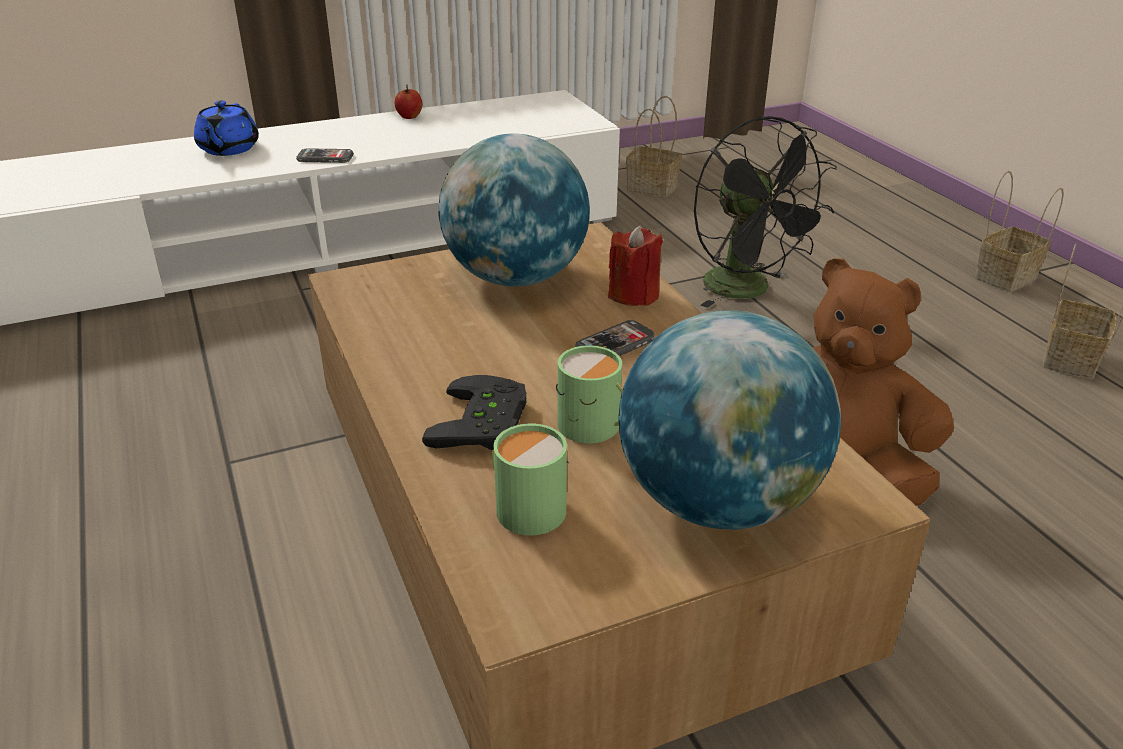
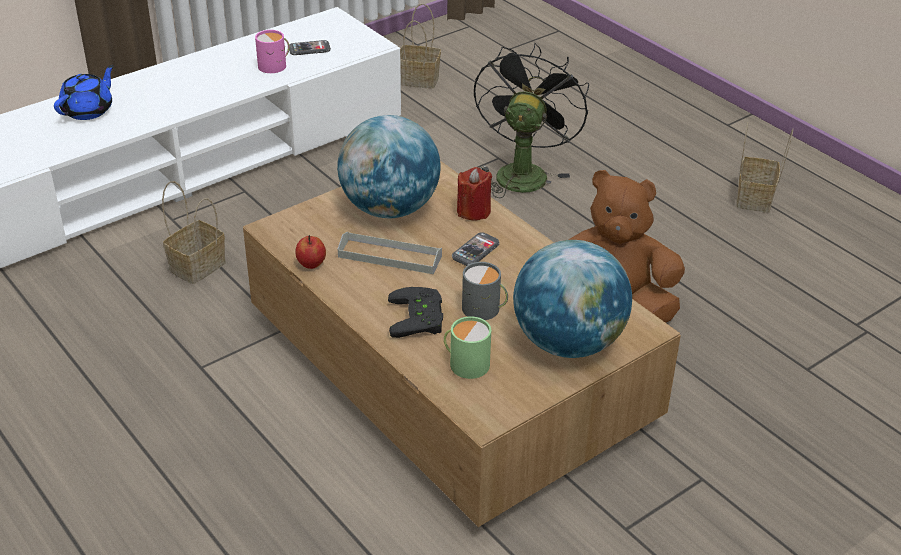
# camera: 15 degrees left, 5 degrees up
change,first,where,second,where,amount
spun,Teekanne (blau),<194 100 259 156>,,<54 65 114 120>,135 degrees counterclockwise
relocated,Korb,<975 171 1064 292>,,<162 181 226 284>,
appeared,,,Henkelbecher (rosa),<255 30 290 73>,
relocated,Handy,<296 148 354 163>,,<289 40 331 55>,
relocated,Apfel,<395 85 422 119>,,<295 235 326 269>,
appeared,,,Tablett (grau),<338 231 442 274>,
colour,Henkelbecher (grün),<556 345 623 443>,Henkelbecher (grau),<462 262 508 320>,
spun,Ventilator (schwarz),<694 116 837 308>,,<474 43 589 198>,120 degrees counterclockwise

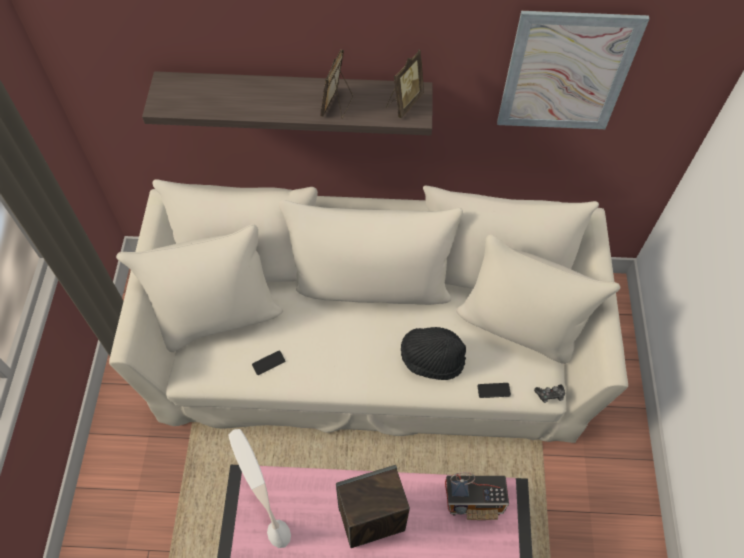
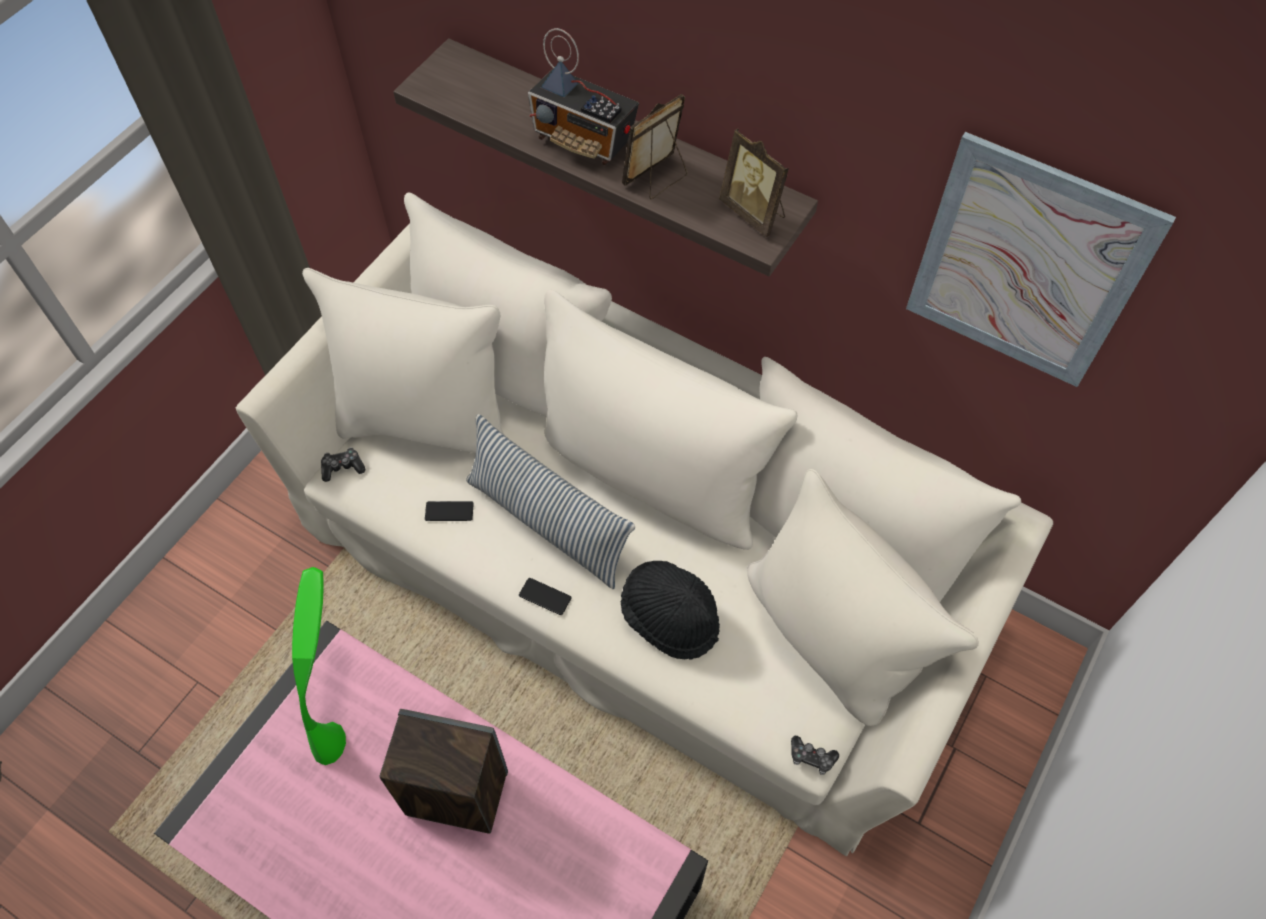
# camera: 30 degrees right, 0 degrees up
change,first,where,second,where,amount
colour,Tischlampe (weiß),<228 429 291 548>,Tischlampe (grün),<292 567 346 765>,
appeared,,,Gamepad,<321 448 366 482>,
appeared,,,Kissen,<466 414 635 589>,
relocated,Handy,<477 383 511 398>,,<519 578 571 615>,
relocated,Radio,<445 472 509 520>,,<528 28 639 165>,
spun,Bilderrahmen,<386 50 424 118>,,<719 129 789 237>,75 degrees clockwise

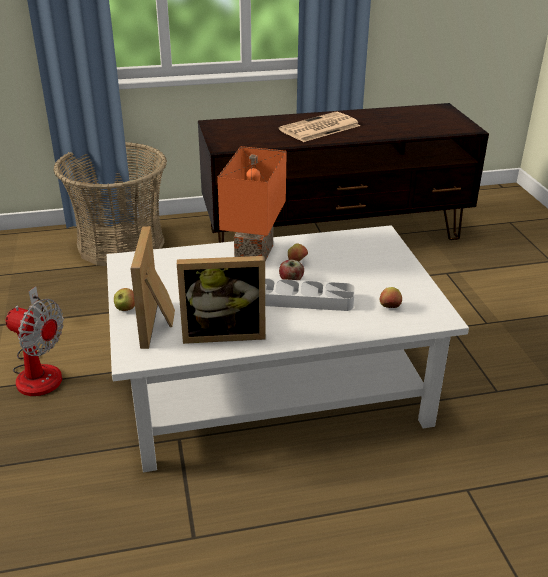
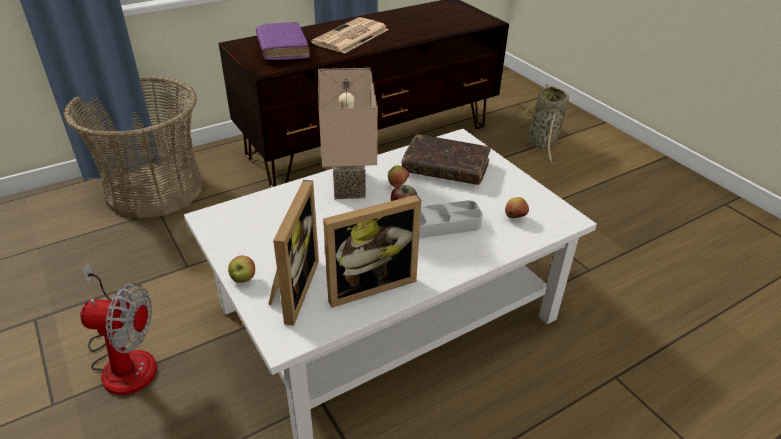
# camera: 20 degrees left, 5 degrees up
change,first,where,second,where,amount
appeared,,,Buch (lila),<256 22 310 60>,
spun,Bilderrahmen,<131 226 175 349>,,<268 180 319 326>,150 degrees counterclockwise
colour,Tischlampe (orange),<217 146 287 261>,Tischlampe (beige),<318 68 378 199>,
appeared,,,Buch (braun),<402 134 491 185>,
appeared,,,Korb,<519 84 569 165>,

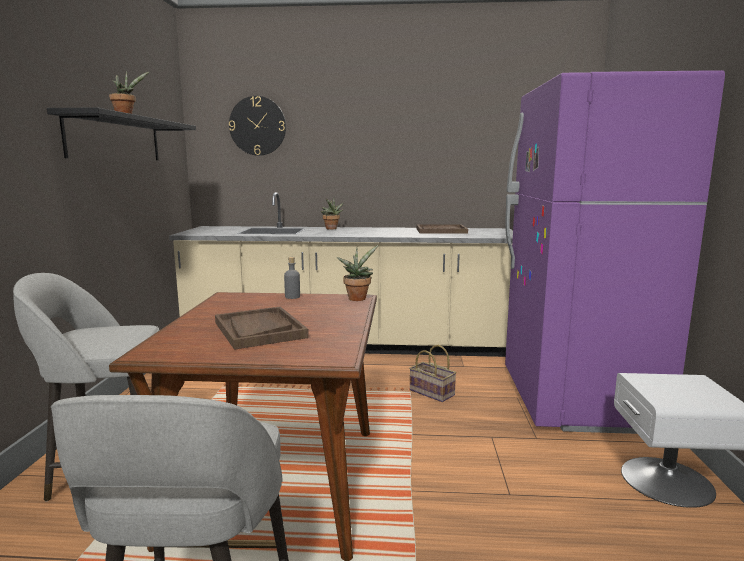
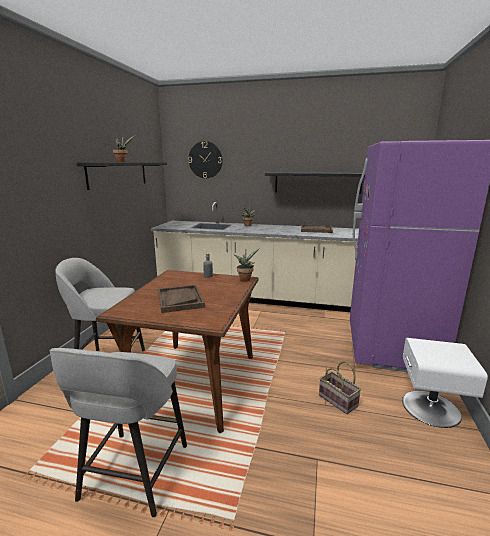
# camera: 10 degrees right, 5 degrees up
change,first,where,second,where,amount
appeared,,,Wandregal (schwarz),<265 172 365 194>,
relocated,Korb,<409 345 457 402>,,<319 361 361 414>,

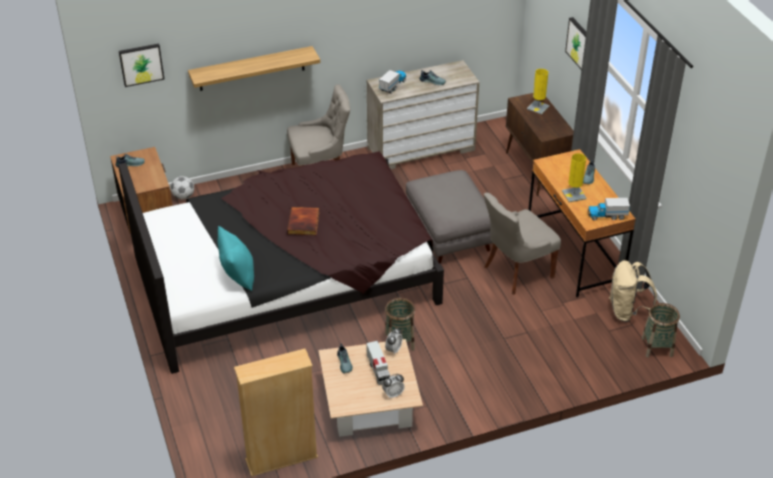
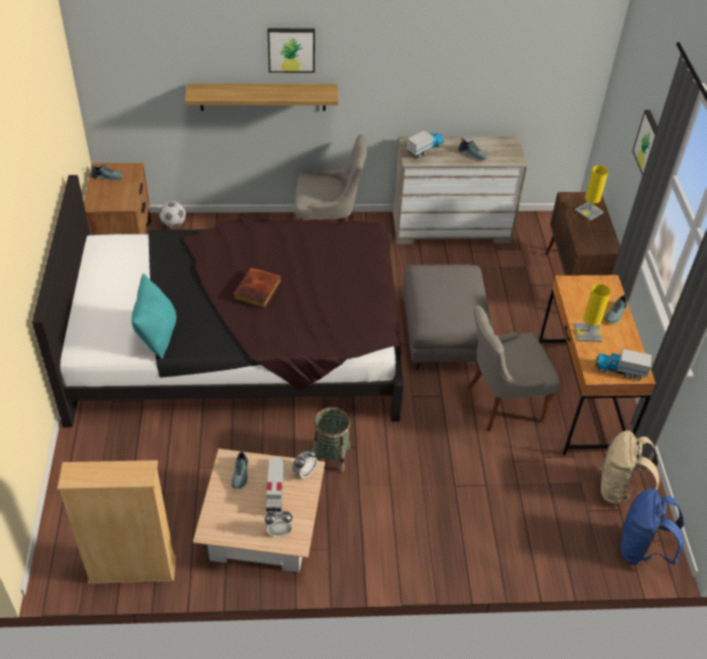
# camera: 15 degrees right, 5 degrees up
change,first,where,second,where,amount
relocated,Bild,<119 44 165 87>,,<268 28 315 73>,
exchanged,Korb,<642 303 680 357>,Rucksack (blau),<621 488 684 565>,

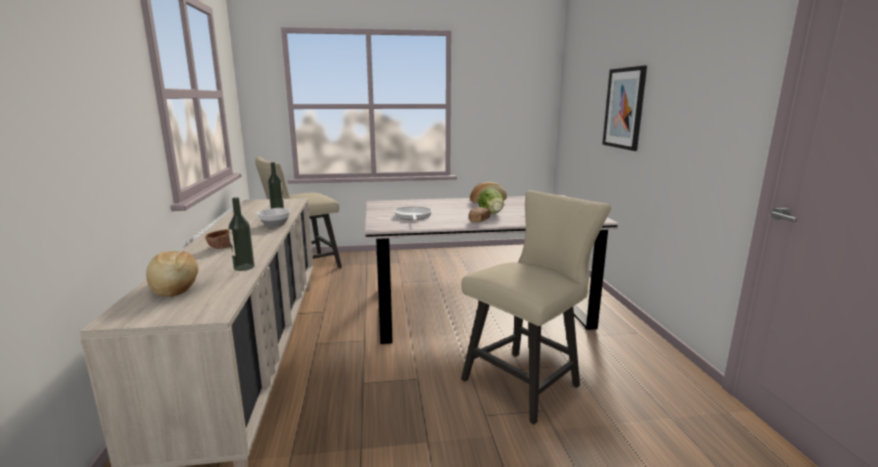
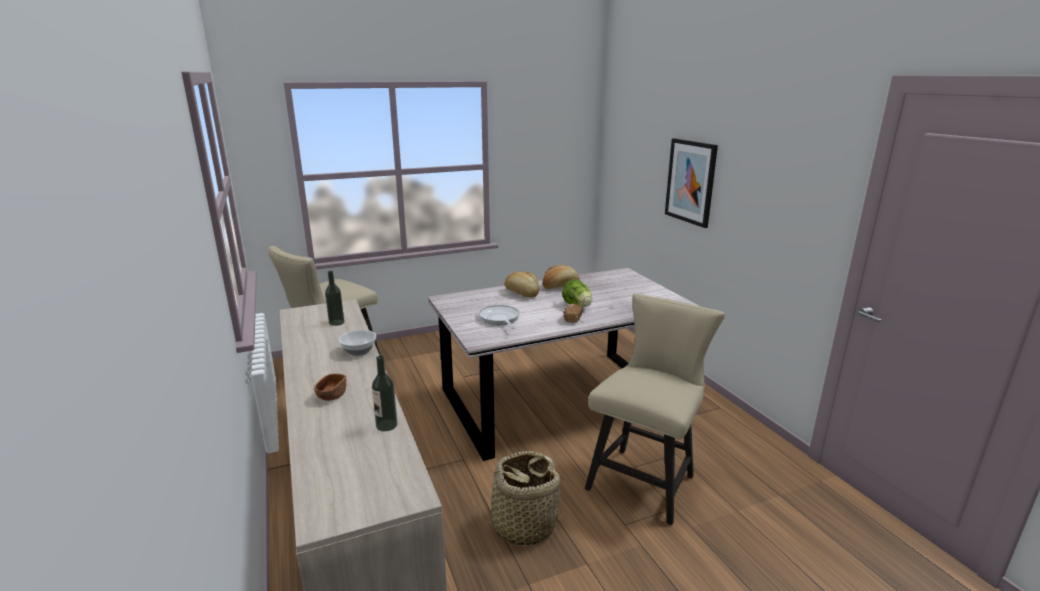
# camera: 15 degrees left, 5 degrees up
change,first,where,second,where,amount
appeared,,,Korb,<475 451 566 546>,
relocated,Brot,<146 251 199 297>,,<505 271 539 298>,

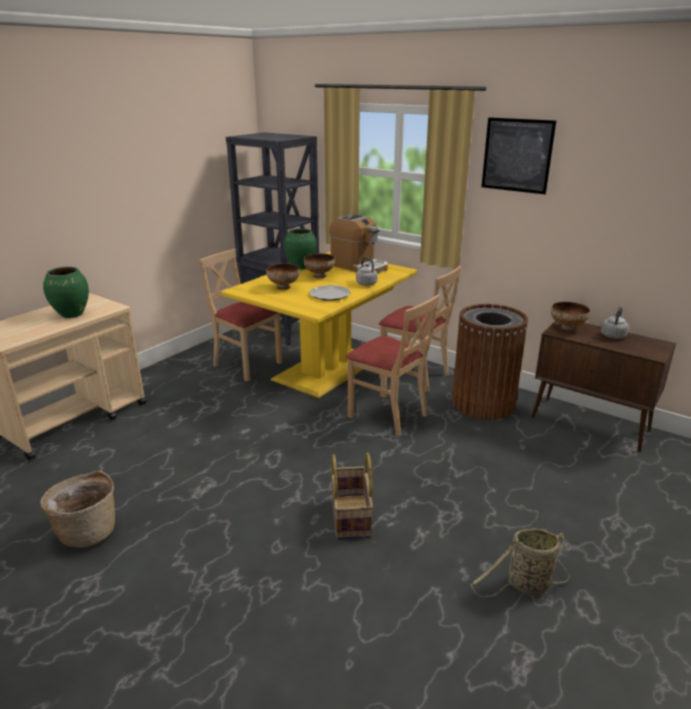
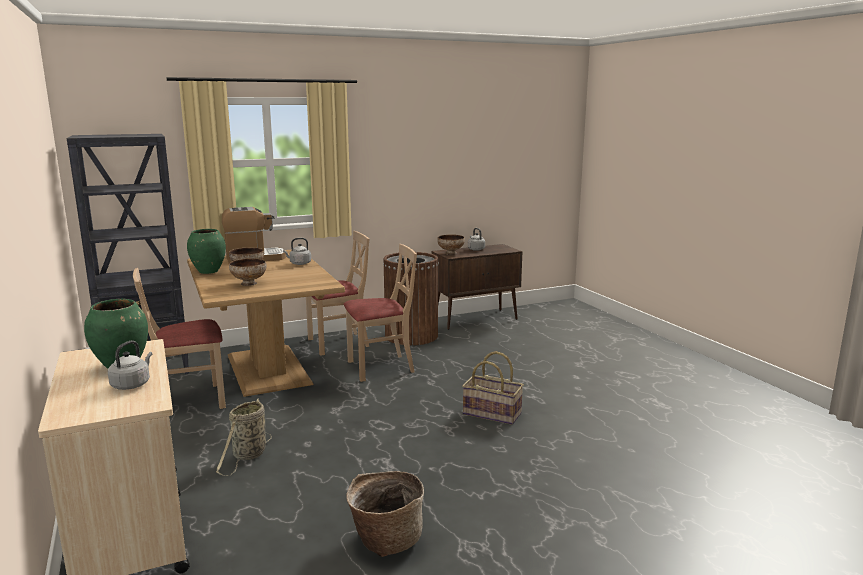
# camera: 60 degrees left, 10 degrees down
change,first,where,second,where,amount
appeared,,,Wasserkessel (grau),<108 341 152 390>,
colour,Esstisch (gelb),<221 252 417 398>,Esstisch (braun),<187 250 345 397>,
relocated,Korb,<471 528 570 597>,,<216 399 272 476>,
missing,Teller,<309 285 351 301>,,,
missing,Bild,<482 118 556 194>,,,

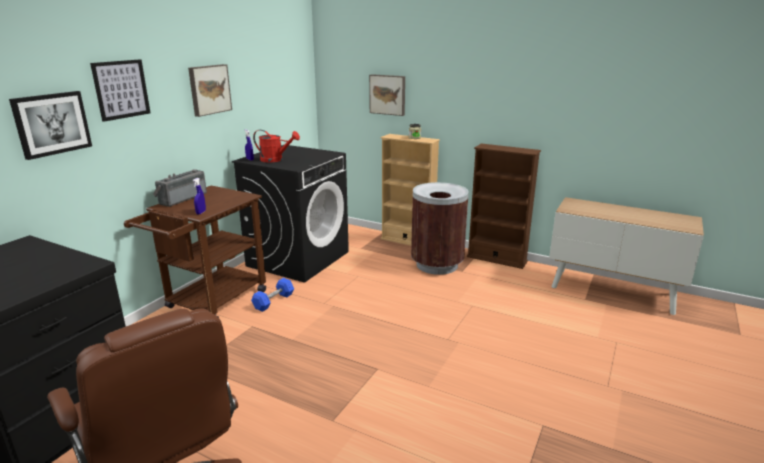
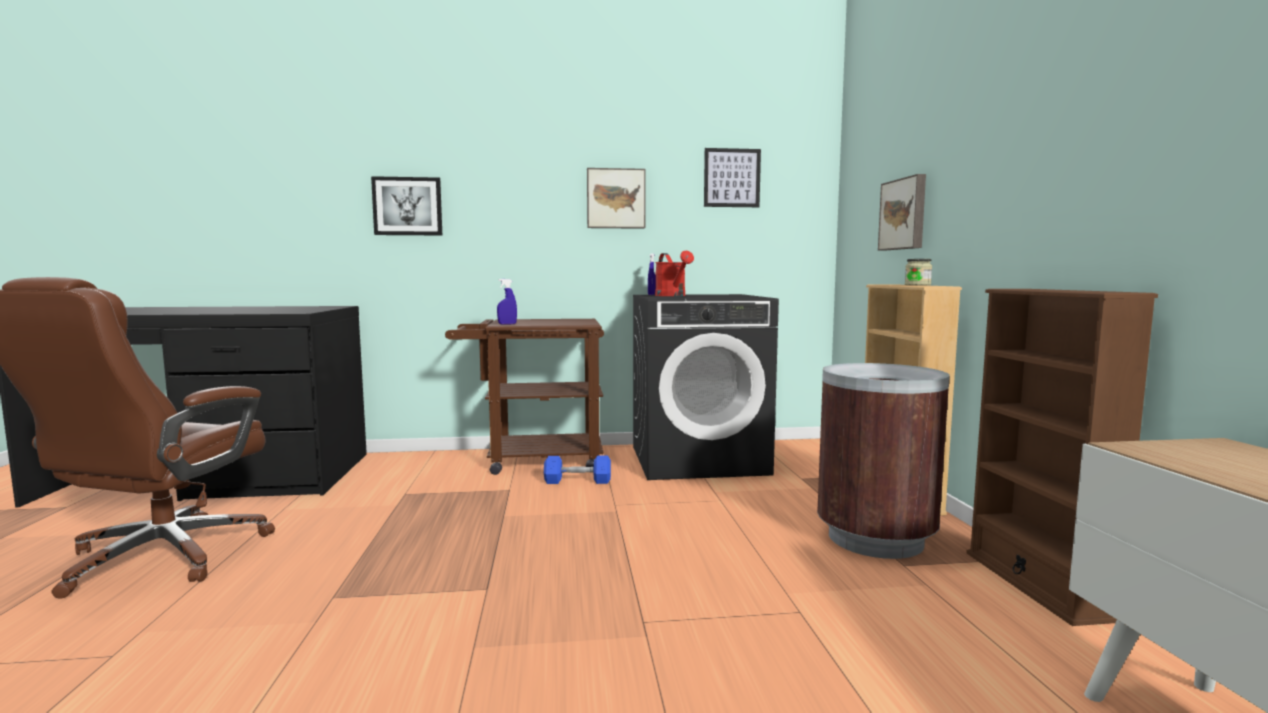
# camera: 55 degrees right, 15 degrees down
change,first,where,second,where,amount
relocated,Bild,<90 59 150 122>,,<704 148 761 207>,
missing,Radio,<153 169 207 207>,,,

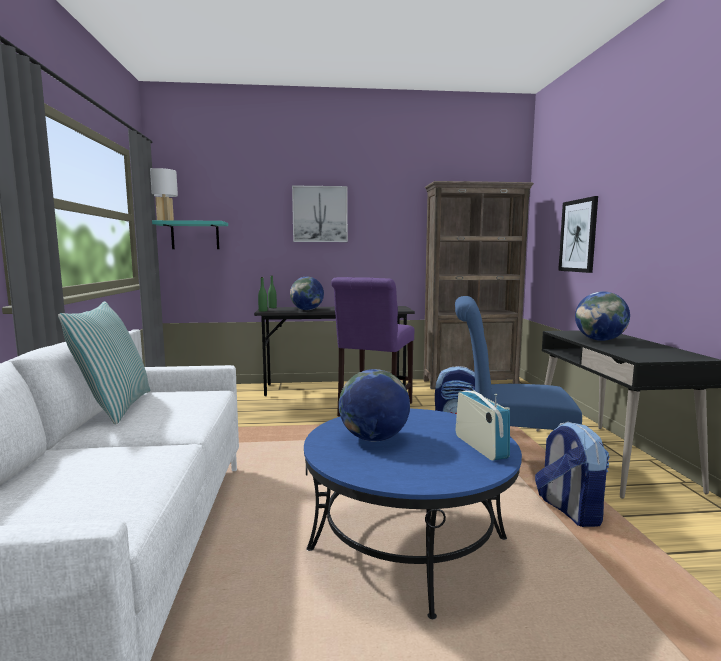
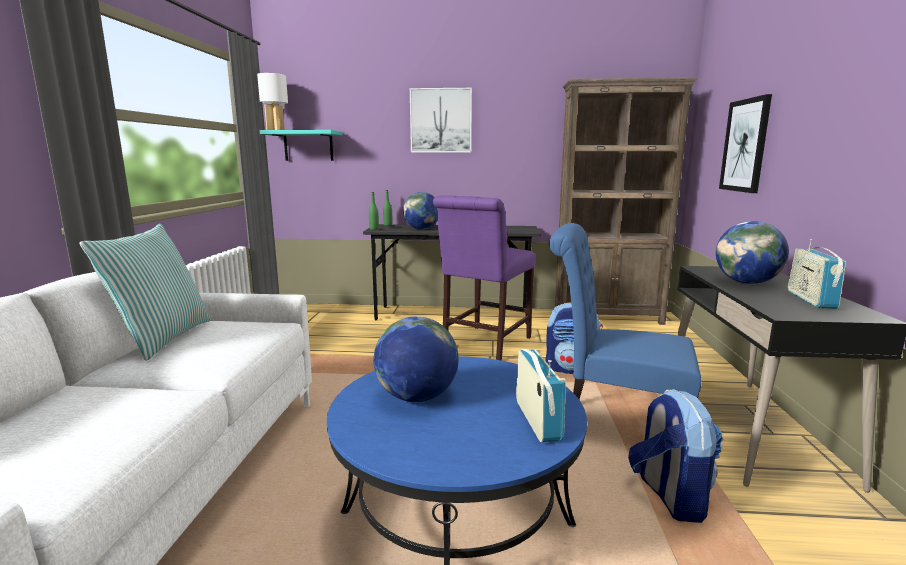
# camera: 10 degrees right, 5 degrees up
change,first,where,second,where,amount
appeared,,,Radio,<788 239 846 309>,

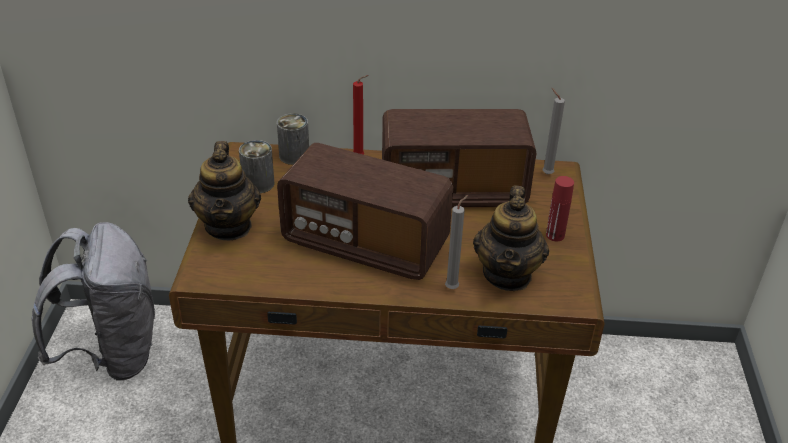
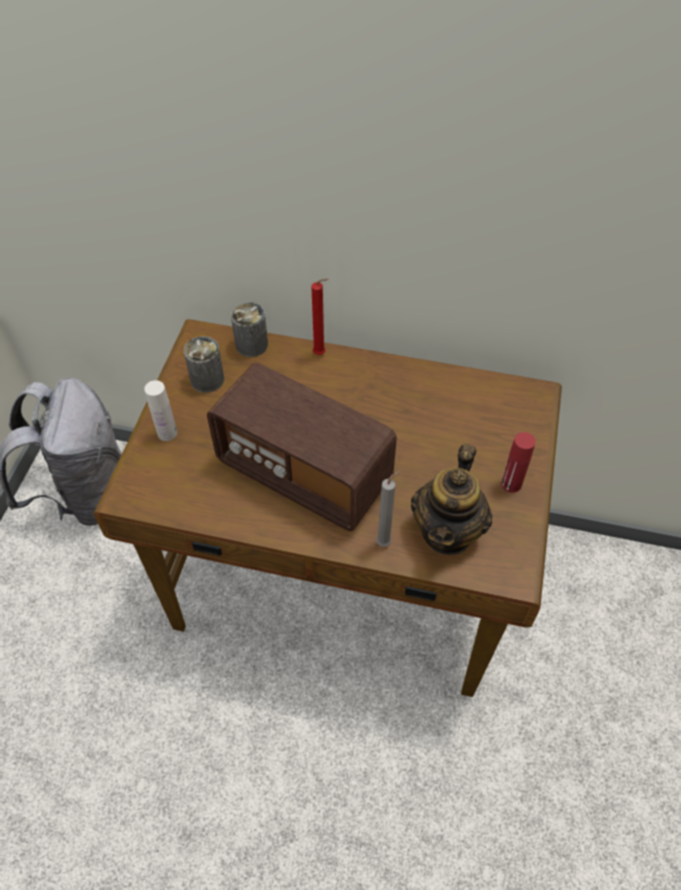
# camera: 10 degrees right, 15 degrees up
change,first,where,second,where,amount
exchanged,Teekanne,<188 141 261 240>,Flasche (weiß),<144 380 177 441>,
missing,Radio,<382 109 536 207>,,,
missing,Kerze (grau),<542 88 565 174>,,,

